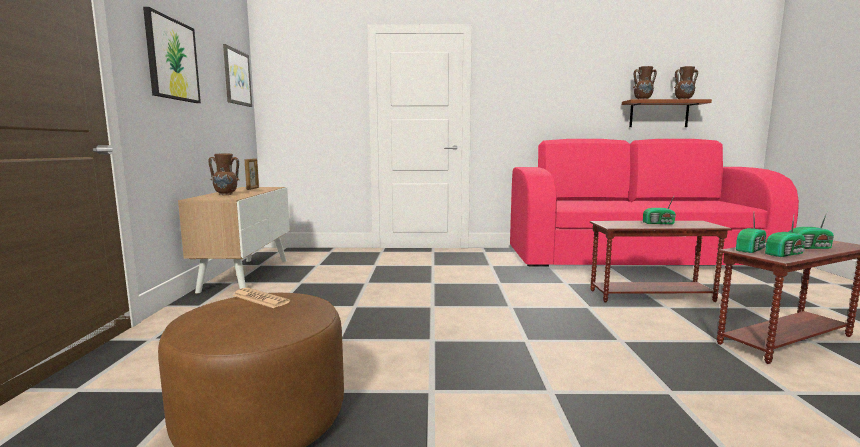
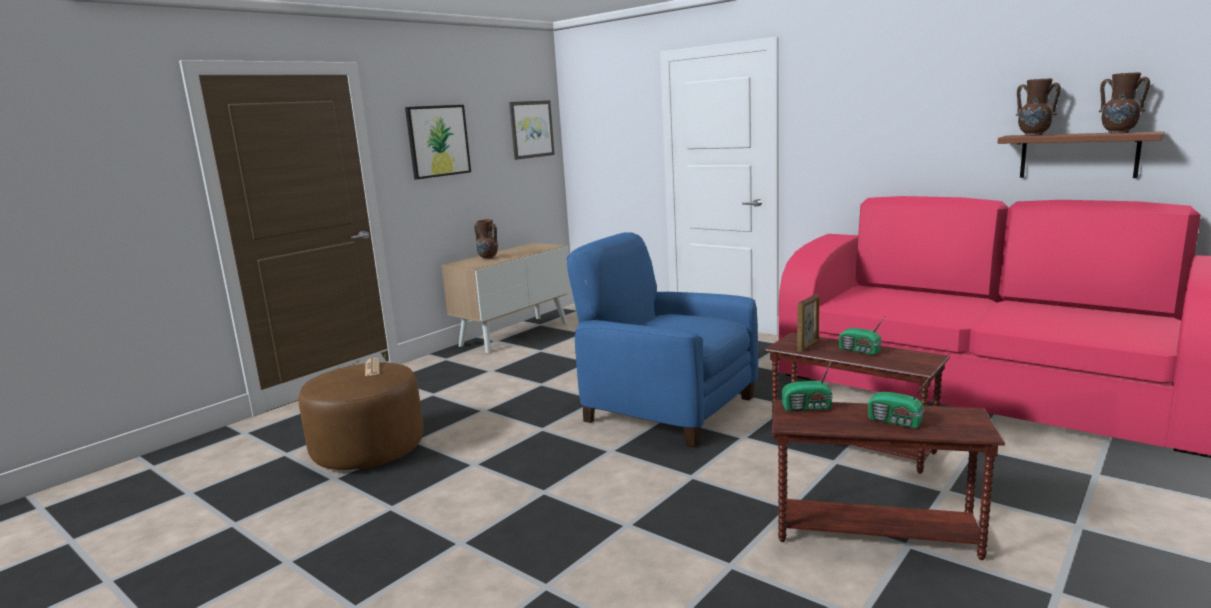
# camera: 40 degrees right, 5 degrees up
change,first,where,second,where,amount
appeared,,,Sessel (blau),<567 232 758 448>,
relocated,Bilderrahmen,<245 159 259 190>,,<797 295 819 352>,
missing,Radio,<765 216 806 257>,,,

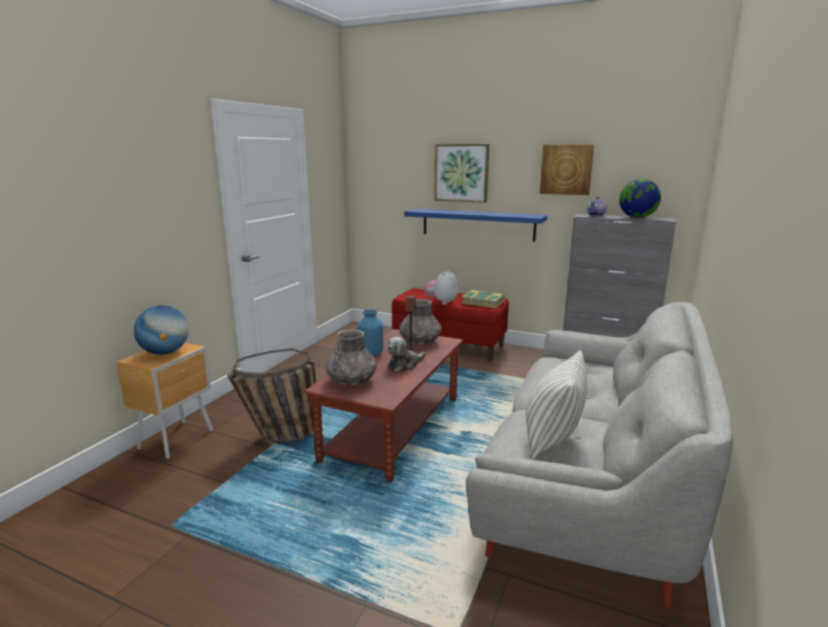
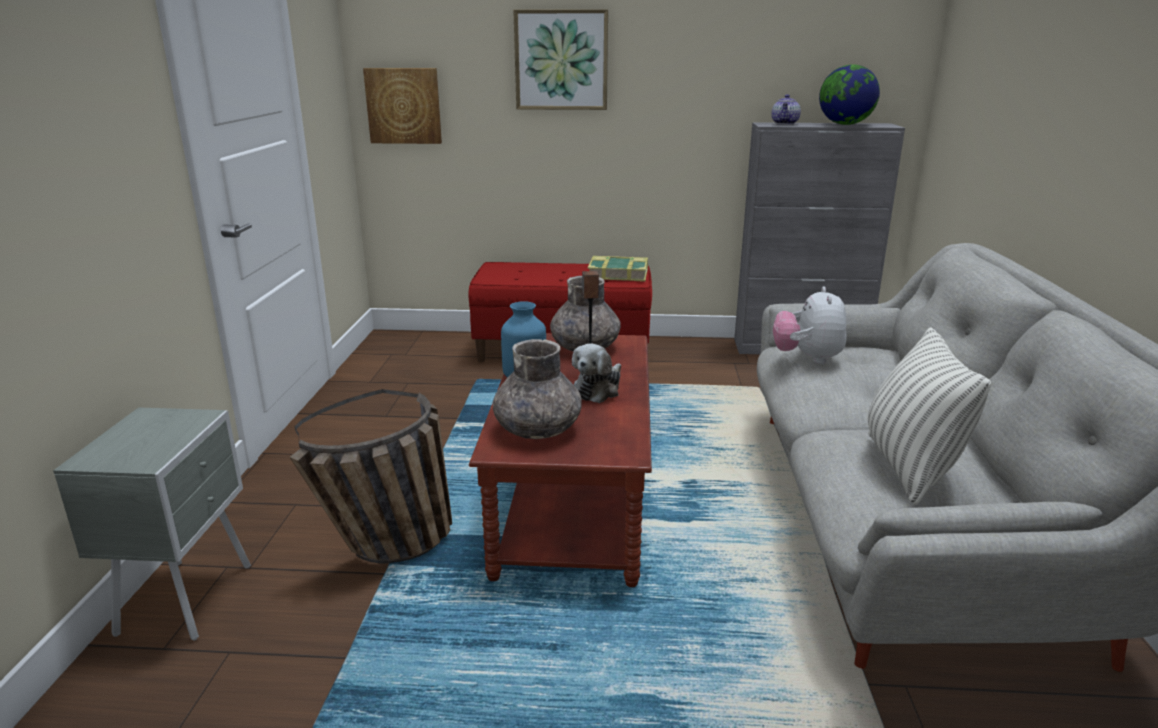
# camera: 20 degrees left, 5 degrees up
change,first,where,second,where,amount
colour,Nachttisch (braun),<116 343 213 459>,Nachttisch (grau),<53 407 251 641>,
relocated,Bild,<540 144 594 195>,,<363 68 442 144>,
relocated,Plüschtier,<424 269 458 305>,,<773 286 846 364>,
missing,Globus,<134 305 189 355>,,,
missing,Wandregal (blau),<404 209 547 242>,,,

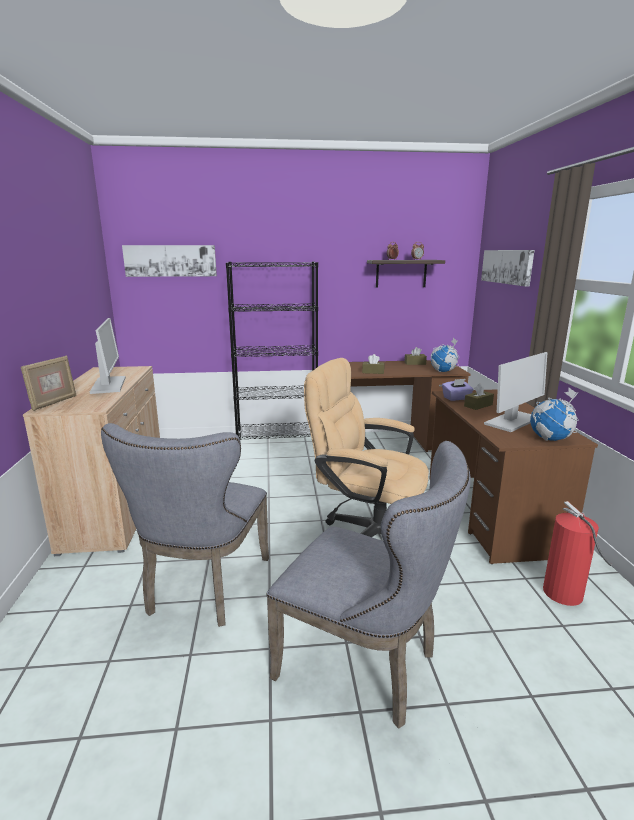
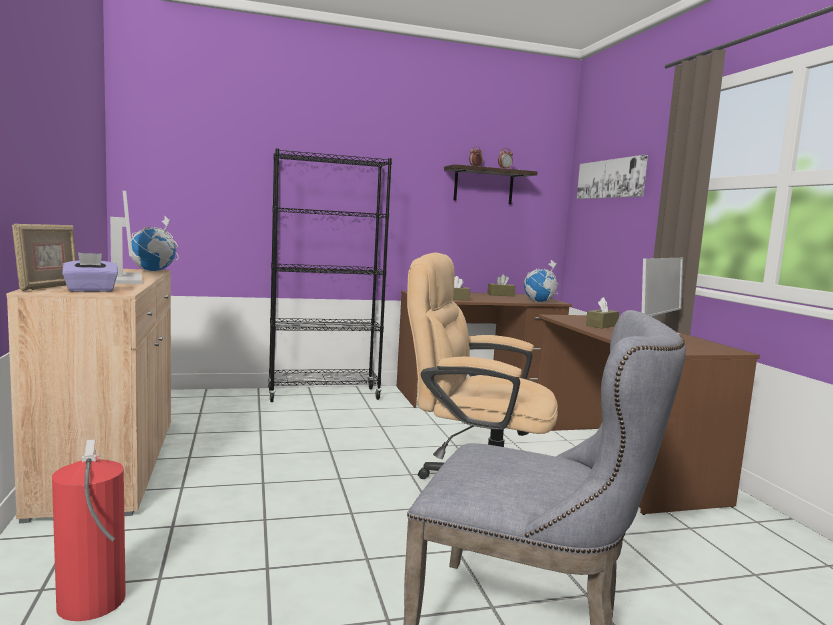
# camera: 10 degrees left, 10 degrees down
change,first,where,second,where,amount
relocated,Feuerlöscher,<543 501 612 606>,,<52 440 126 621>,
relocated,Taschentuchbox (lila),<442 379 474 401>,,<62 252 118 292>,
relocated,Globus,<530 387 579 441>,,<130 215 179 271>,
missing,Stuhl (grau),<101 423 269 627>,,,
missing,Bild,<122 245 217 277>,,,

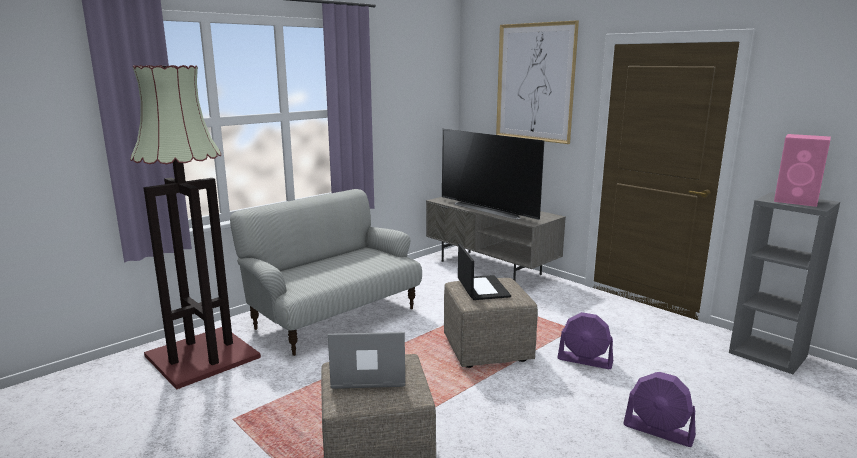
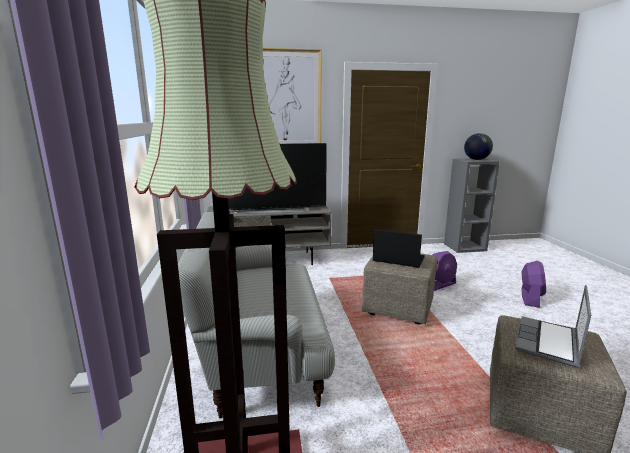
# camera: 55 degrees left, 0 degrees up
change,first,where,second,where,amount
exchanged,Lautsprecher (rosa),<774 134 831 207>,Globus,<464 133 493 160>,
spun,Ventilator (lila),<623 372 696 447>,,<522 261 546 308>,45 degrees counterclockwise

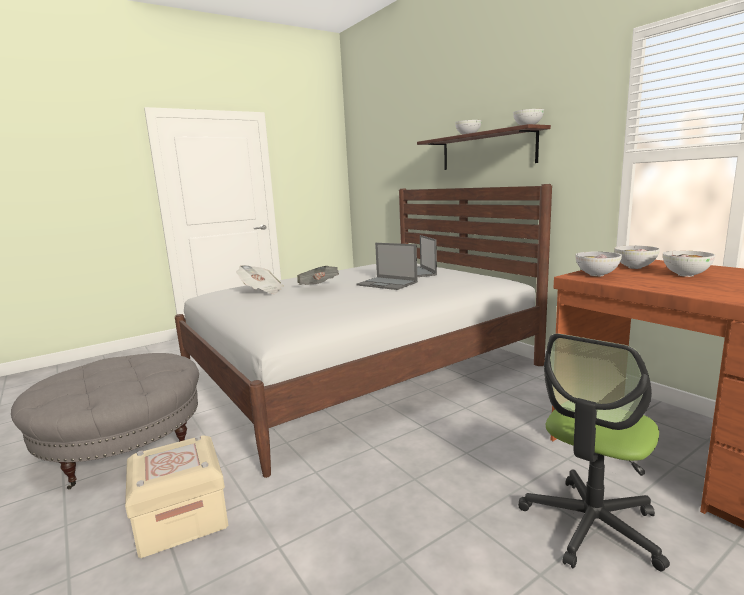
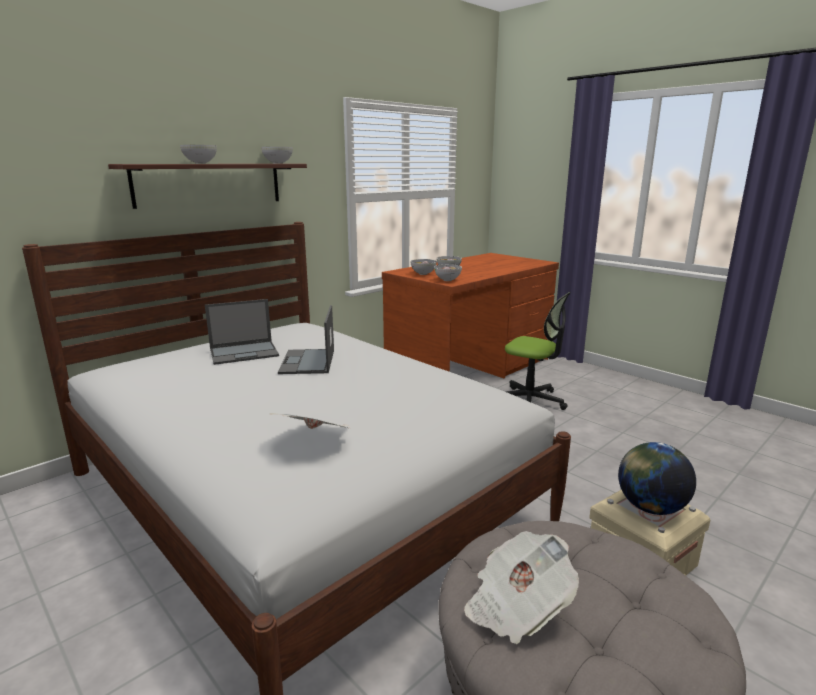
# camera: 100 degrees left, 5 degrees up
change,first,where,second,where,amount
spun,Laptop,<356 243 418 290>,,<278 305 334 374>,150 degrees clockwise
relocated,Zeitung,<297 266 339 285>,,<464 531 579 644>,
appeared,,,Globus,<618 442 696 515>,

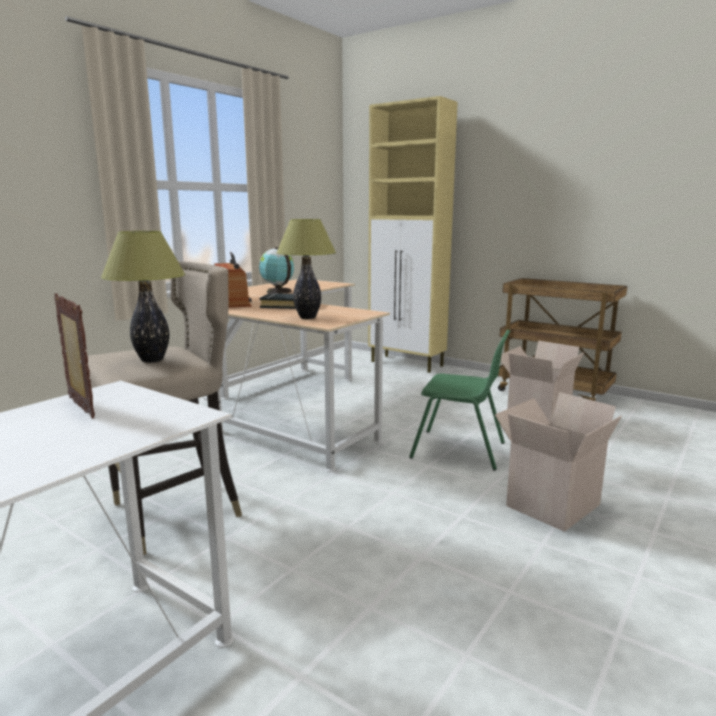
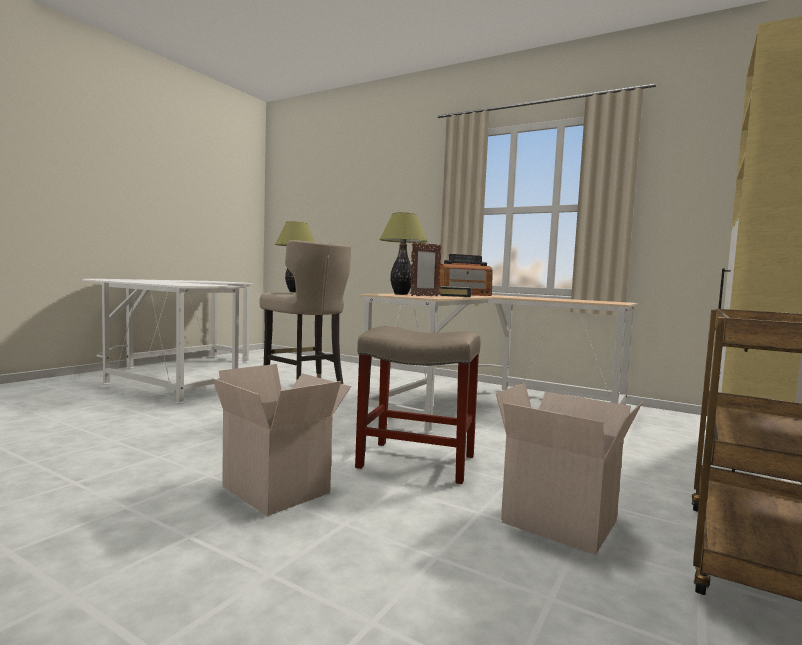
# camera: 85 degrees right, 10 degrees down
change,first,where,second,where,amount
exchanged,Stuhl (grün),<409 330 510 470>,Hocker (beige),<355 326 480 484>,
relocated,Bilderrahmen,<54 293 95 418>,,<410 242 441 296>,
missing,Globus,<259 247 294 294>,,,

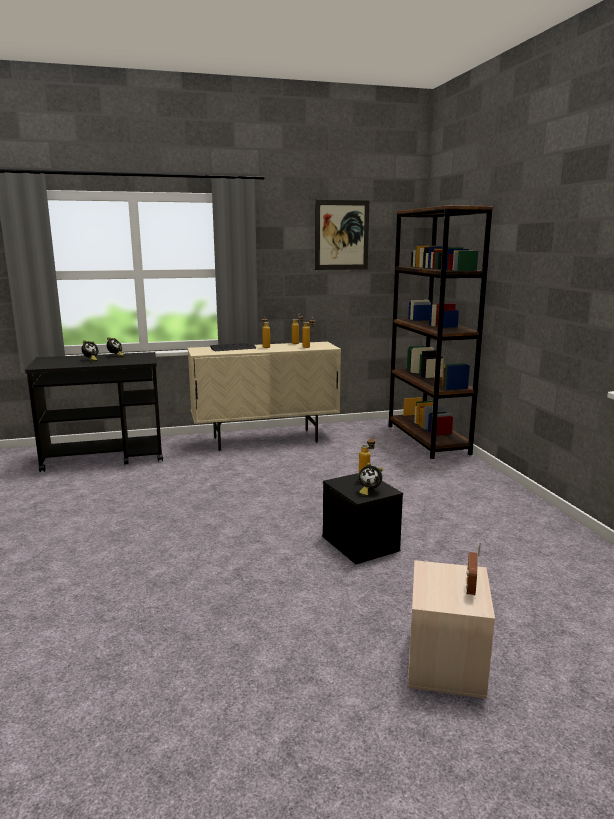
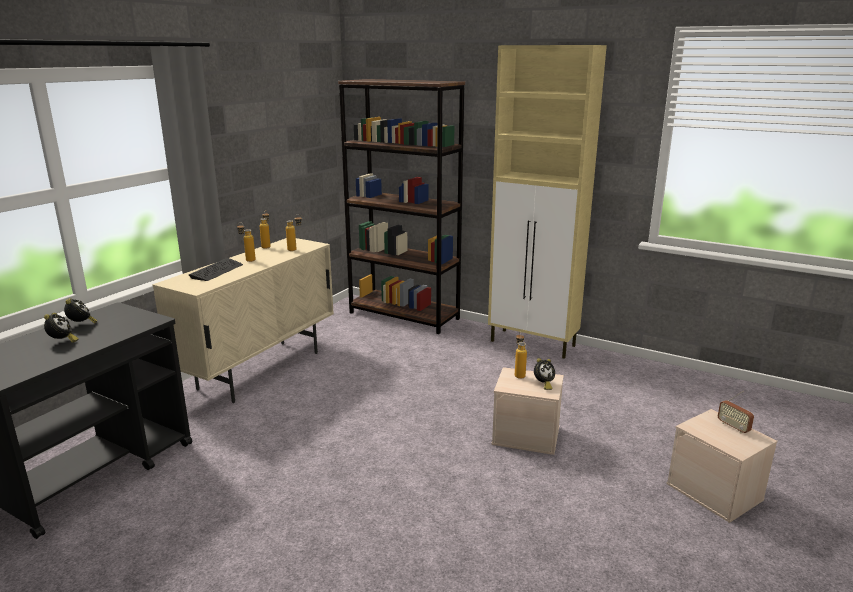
# camera: 45 degrees left, 5 degrees up
change,first,where,second,where,amount
appeared,,,Schrank (beige),<488 45 607 359>,
colour,Aufbewahrungsbox (schwarz),<322 473 403 564>,Aufbewahrungsbox (beige),<491 367 564 455>,
missing,Bild,<315 199 369 270>,,,

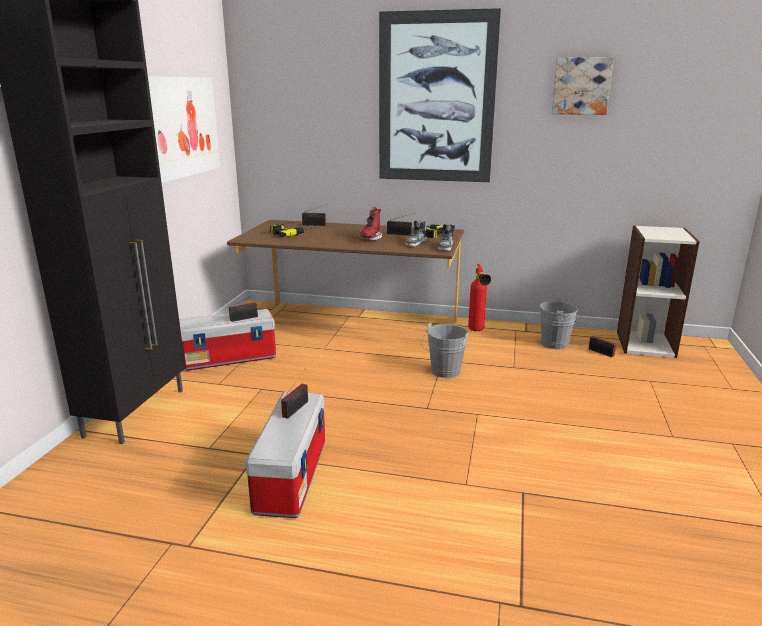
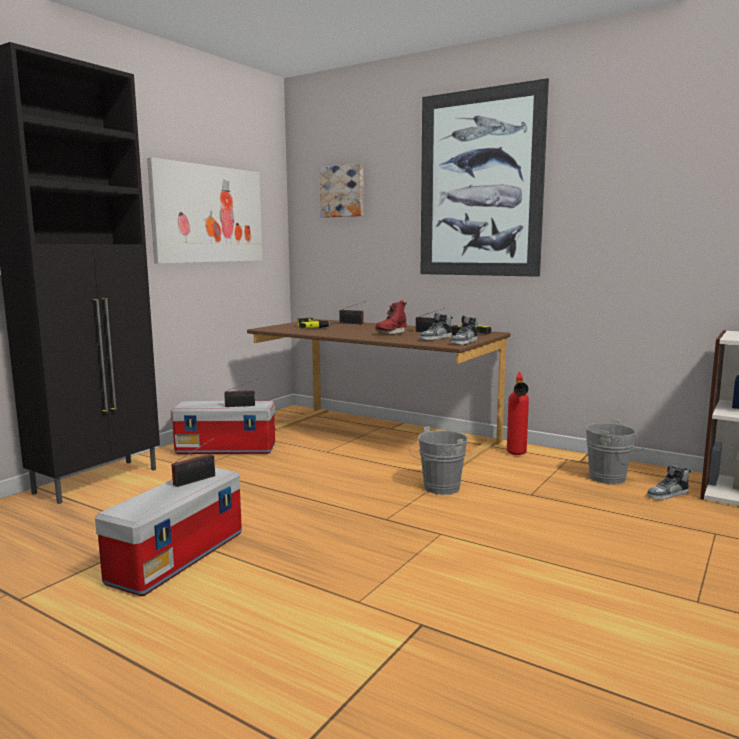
# camera: 20 degrees right, 10 degrees down
change,first,where,second,where,amount
relocated,Bild,<552 57 614 115>,,<320 163 364 218>,
exchanged,Radio,<589 336 616 357>,Schuh,<647 465 691 500>,

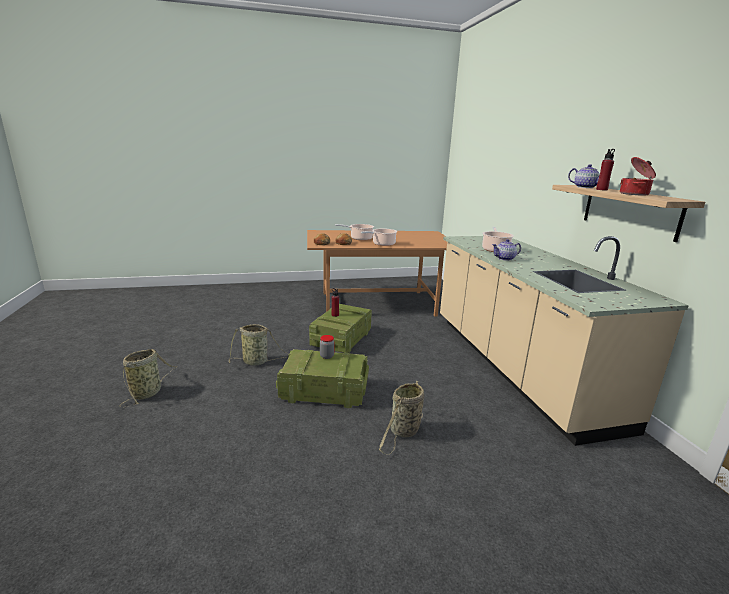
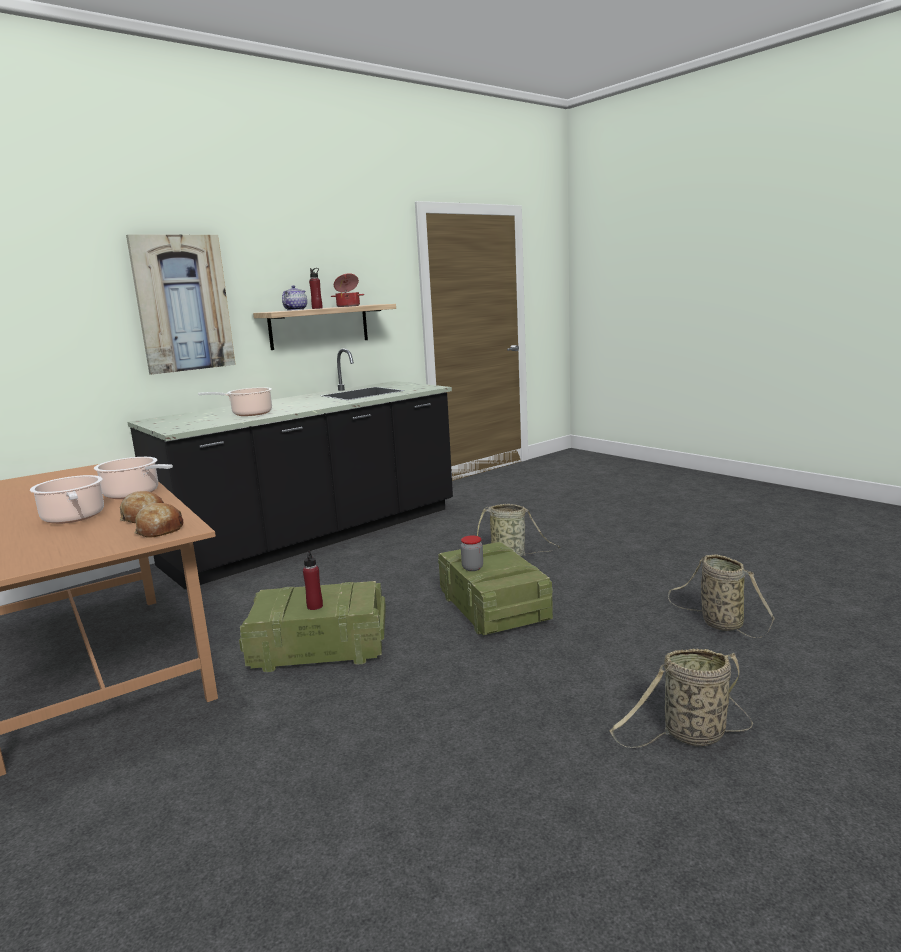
# camera: 115 degrees left, 5 degrees down
change,first,where,second,where,amount
appeared,,,Bild,<126 234 236 375>,
colour,Küchenzeile (beige),<440 236 689 446>,Küchenzeile (schwarz),<127 348 453 589>,
relocated,Korb,<228 324 287 366>,,<668 554 775 638>,
missing,Teekanne,<492 239 521 261>,,,

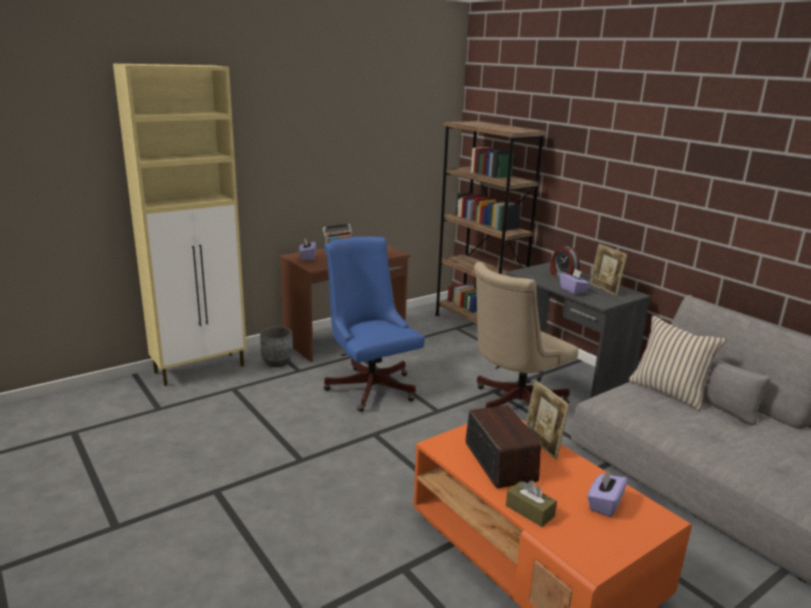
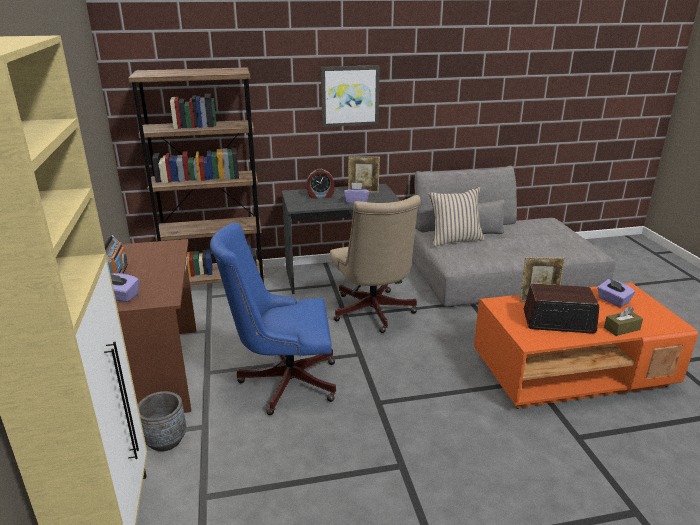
# camera: 65 degrees left, 5 degrees up
change,first,where,second,where,amount
appeared,,,Bild,<321 65 380 127>,

